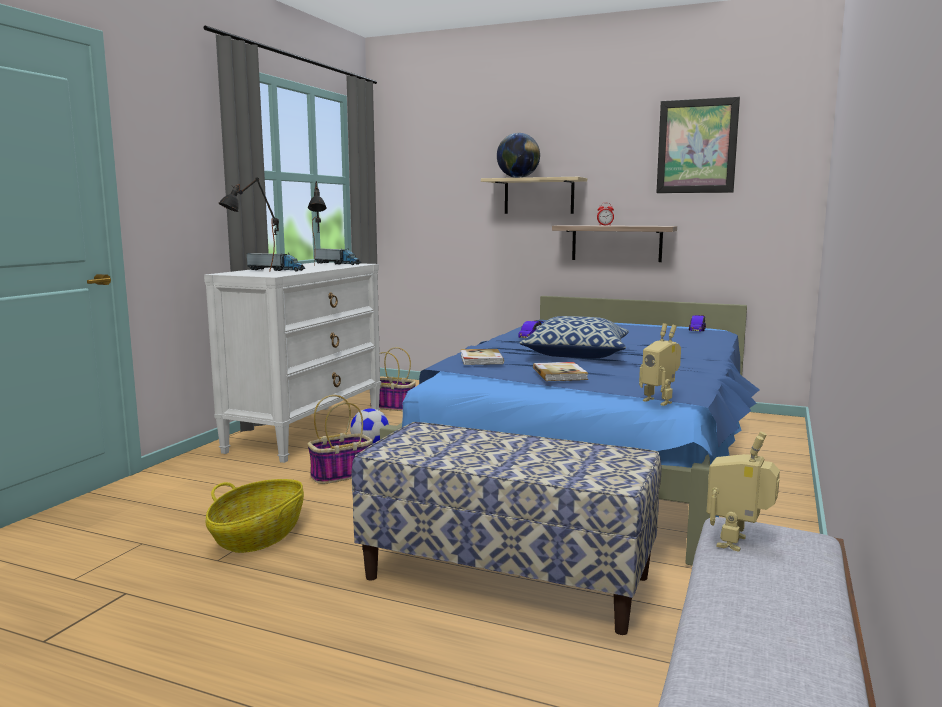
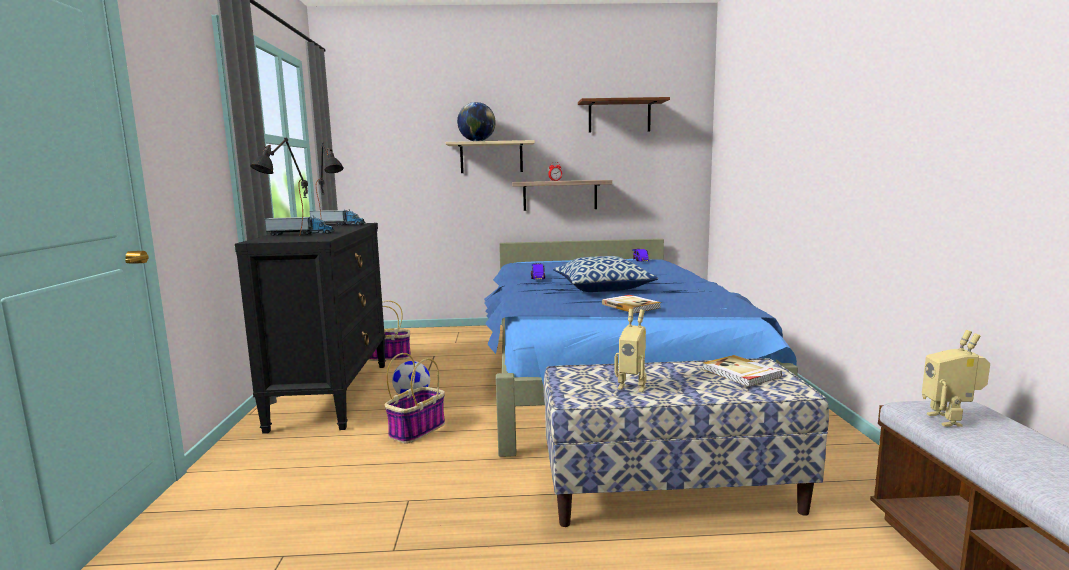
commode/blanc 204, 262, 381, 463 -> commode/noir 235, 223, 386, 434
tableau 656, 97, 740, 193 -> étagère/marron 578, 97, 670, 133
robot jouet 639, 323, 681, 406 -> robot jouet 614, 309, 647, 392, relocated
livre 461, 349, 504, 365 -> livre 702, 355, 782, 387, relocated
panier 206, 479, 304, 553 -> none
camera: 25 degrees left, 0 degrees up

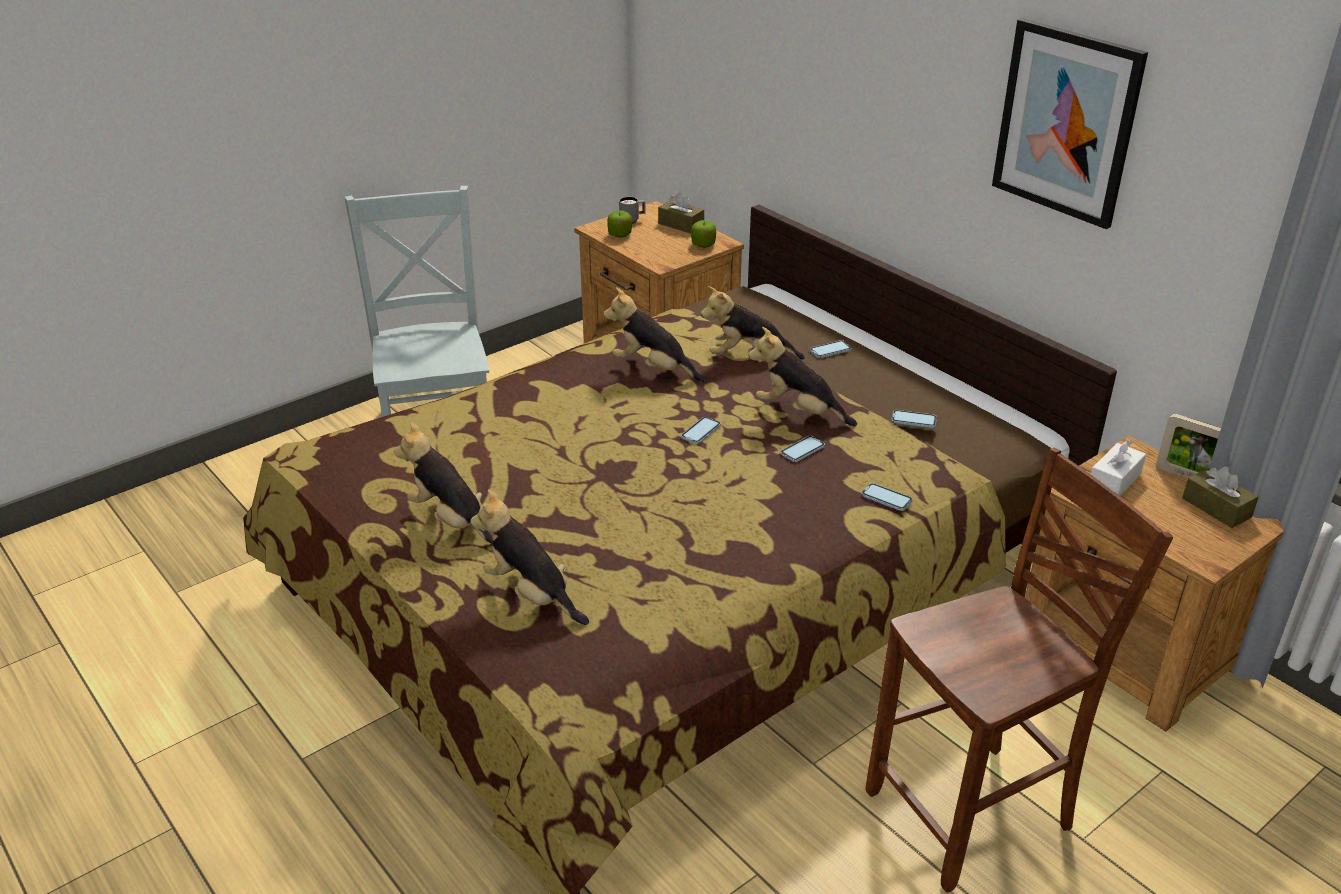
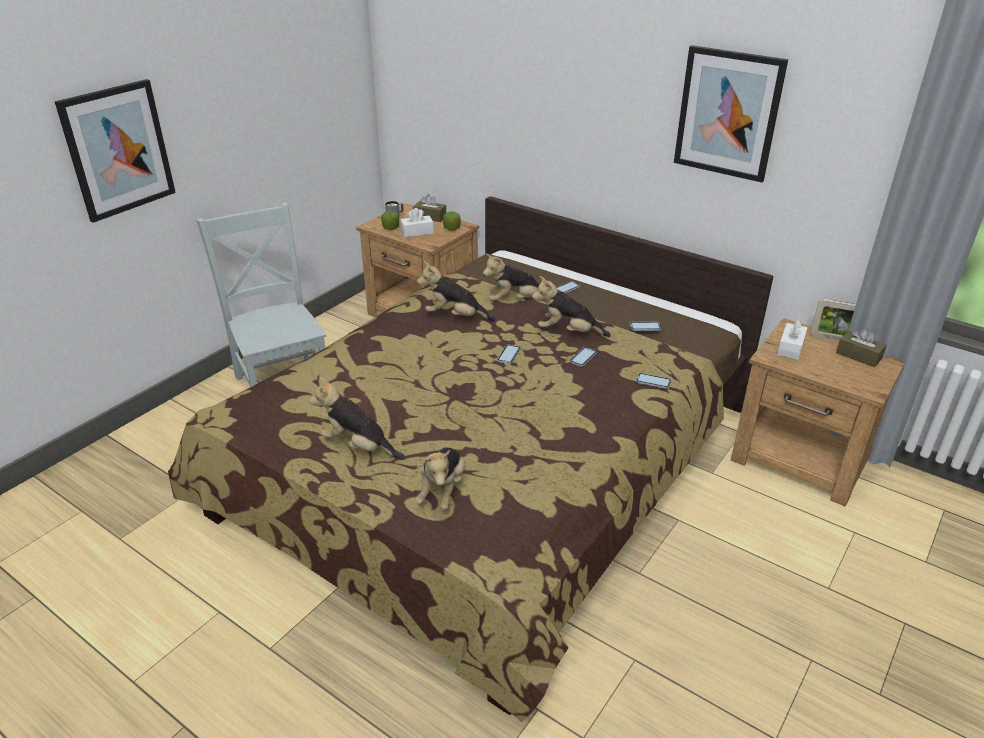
none -> tableau 55, 79, 176, 223
none -> boîte à mouchoirs/blanc 400, 208, 434, 237
peluche 470, 489, 589, 625 -> peluche 416, 447, 465, 510, 105 degrees counterclockwise
chaise/marron 866, 448, 1173, 893 -> none
camera: 15 degrees left, 0 degrees up

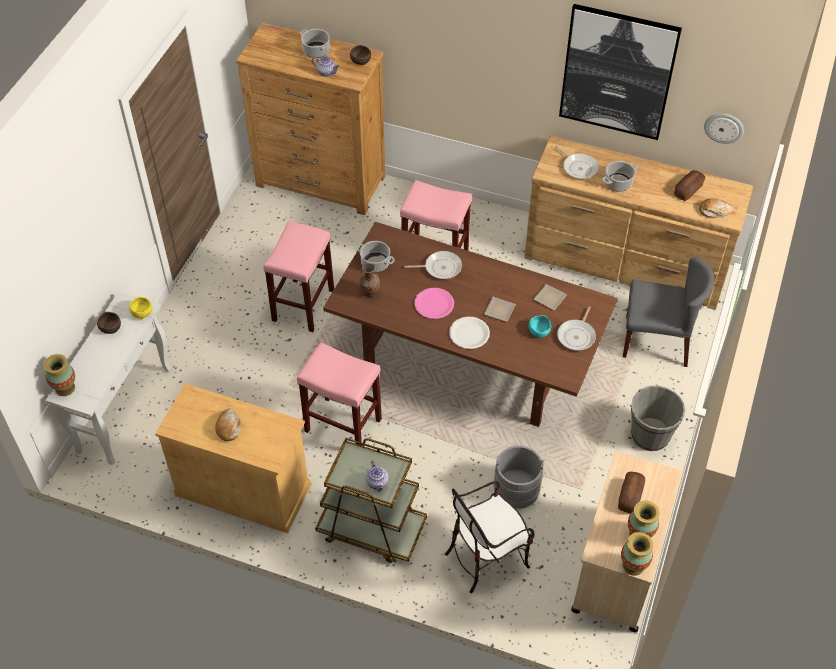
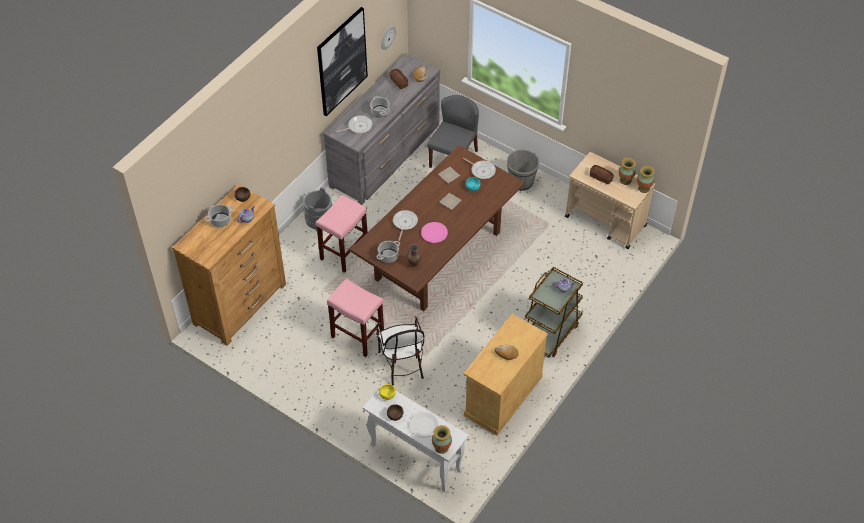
seau/gris 494, 446, 544, 509 -> seau/gris 303, 187, 332, 230, relocated
commode/marron 524, 136, 753, 310 -> commode/gris 323, 53, 440, 205
chaise 445, 481, 535, 593 -> chaise 376, 316, 425, 385, relocated
assiette/blanc 449, 316, 490, 349 -> assiette/blanc 409, 412, 439, 438, relocated
tabouret/rose 297, 342, 382, 446 -> none
camera: 75 degrees left, 0 degrees up

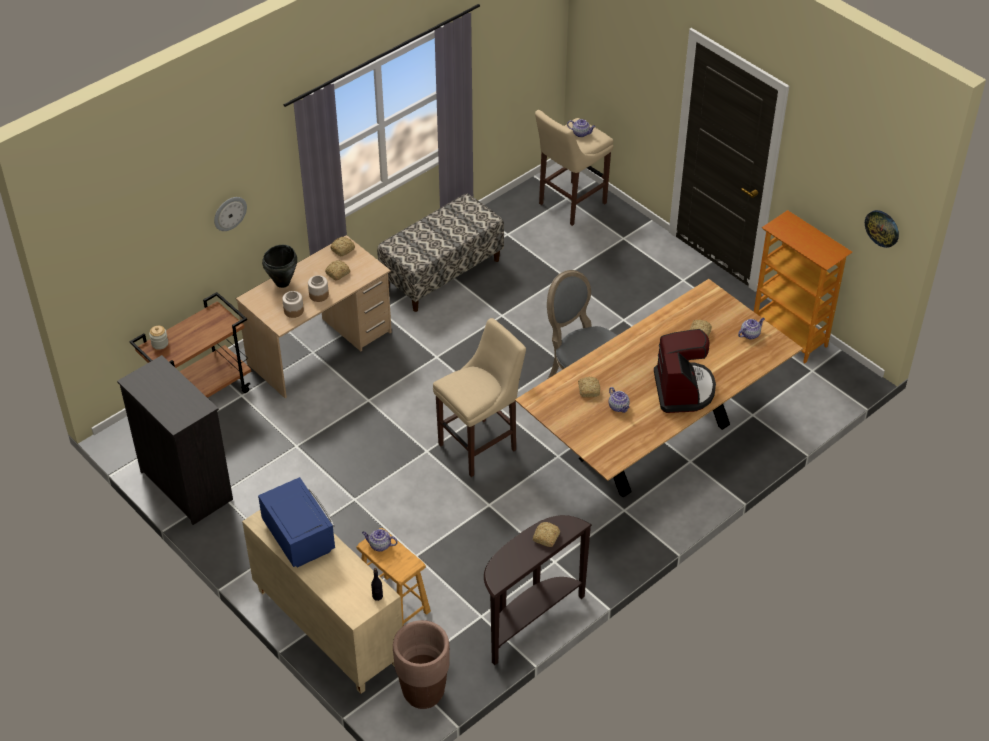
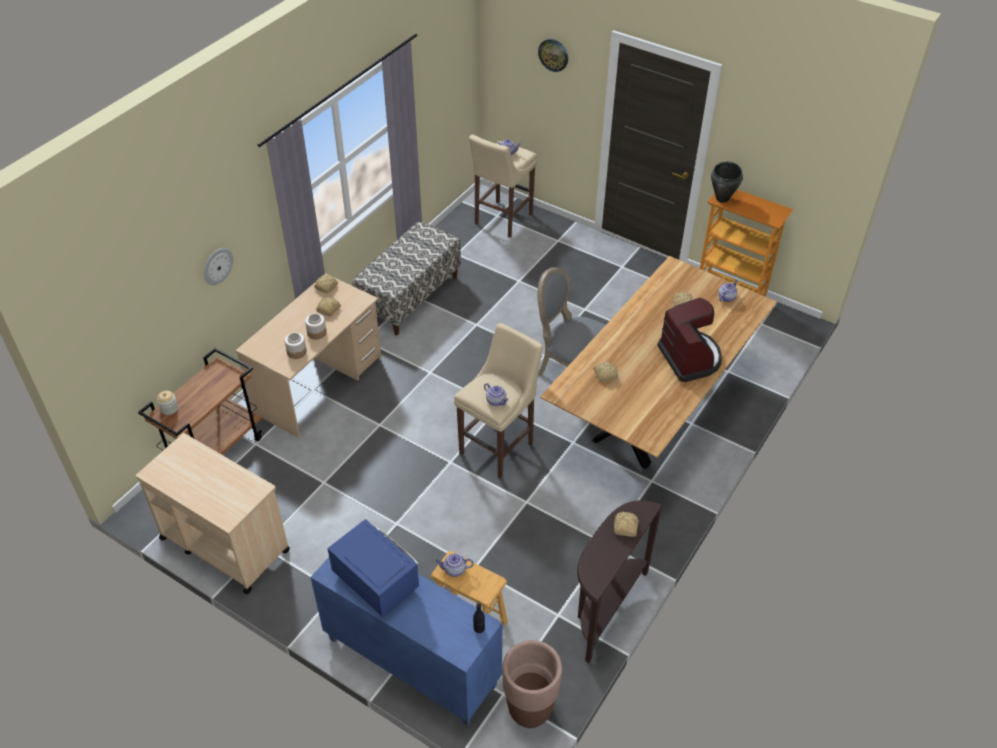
commode/noir 117, 355, 233, 525 -> chariot/beige 136, 433, 290, 594
meuble de rangement/beige 242, 510, 403, 694 -> meuble de rangement/bleu 311, 557, 503, 727
théière 609, 387, 630, 413 -> théière 484, 383, 509, 406, relocated
horloge murale 865, 210, 899, 248 -> horloge murale 538, 39, 568, 72, relocated
marmite/noir 262, 245, 297, 288 -> marmite/noir 711, 162, 743, 203, relocated
camera: 15 degrees left, 0 degrees up

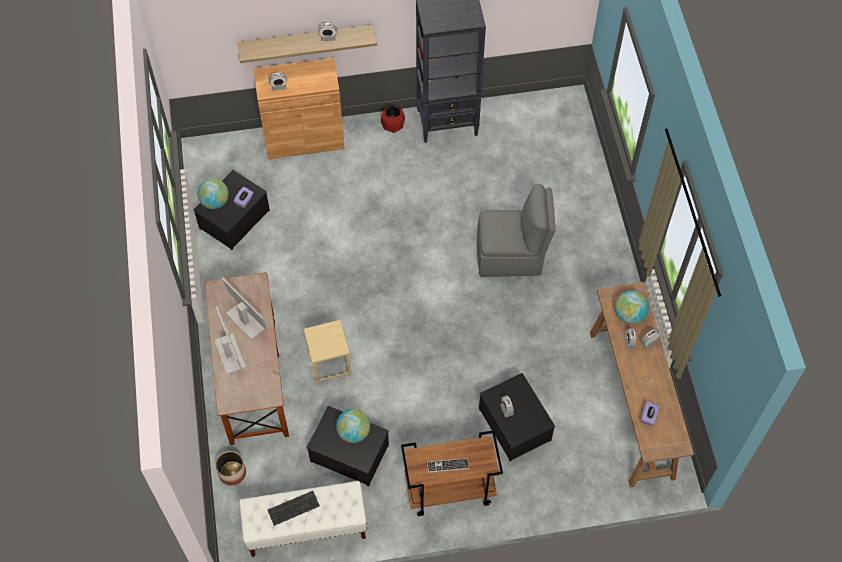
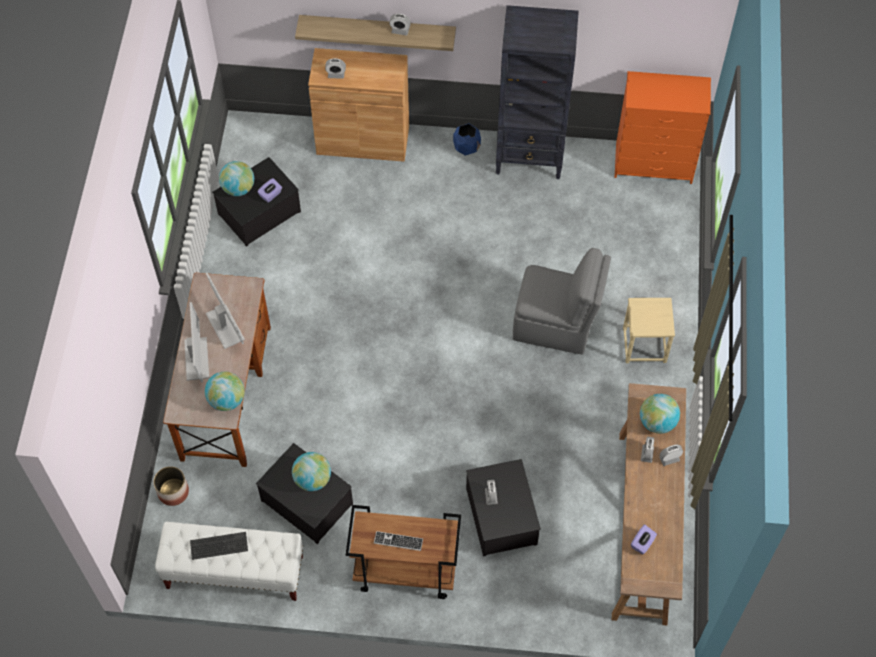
none -> globe 205, 372, 245, 411
cache-pot/rouge 381, 105, 405, 133 -> cache-pot/bleu 453, 123, 481, 156
none -> commode/orange 614, 71, 711, 184
tabouret/beige 303, 320, 351, 384 -> tabouret/beige 623, 298, 675, 363, relocated
camera: 15 degrees right, 0 degrees up

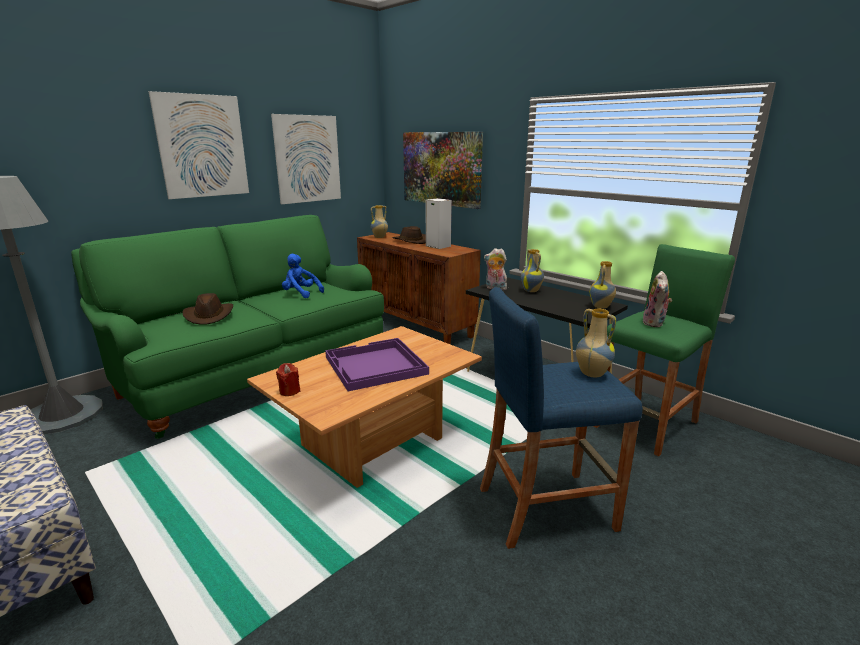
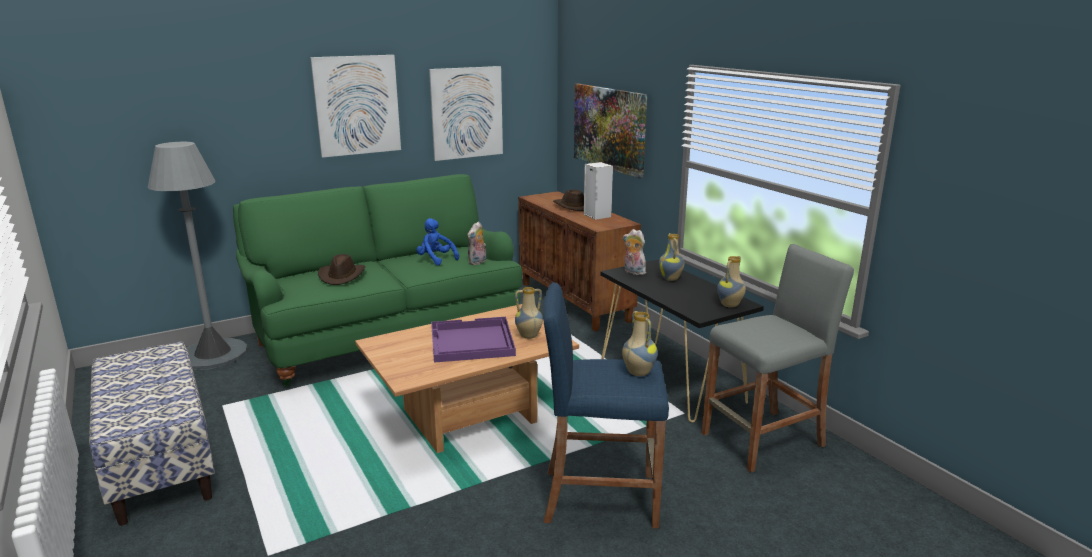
peluche 642, 271, 672, 327 -> peluche 467, 222, 486, 265, relocated
vase 371, 205, 388, 238 -> vase 515, 287, 543, 339, relocated
tabouret/vert 594, 244, 735, 457 -> tabouret/gris 702, 244, 854, 473
bougie/rouge 276, 363, 300, 396 -> none
camera: 15 degrees right, 0 degrees up

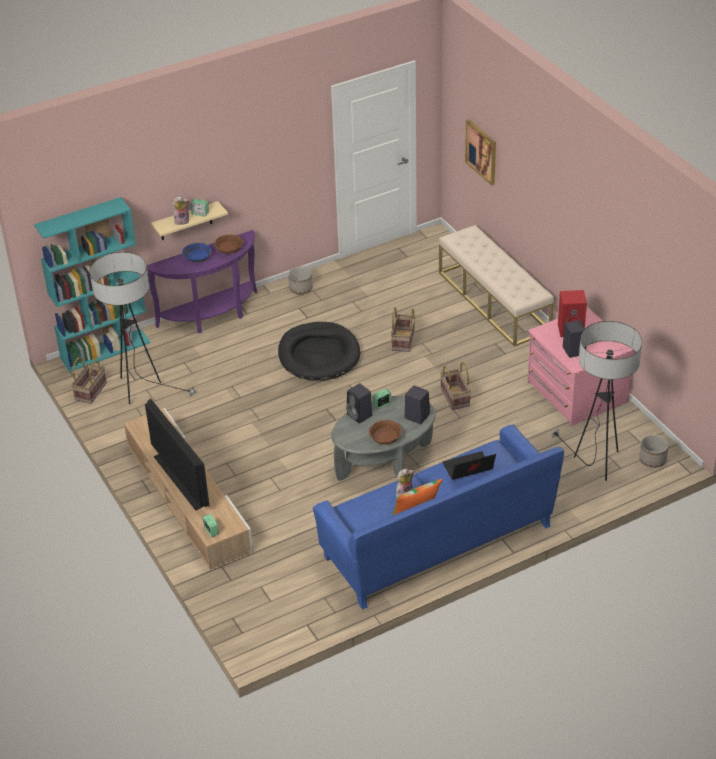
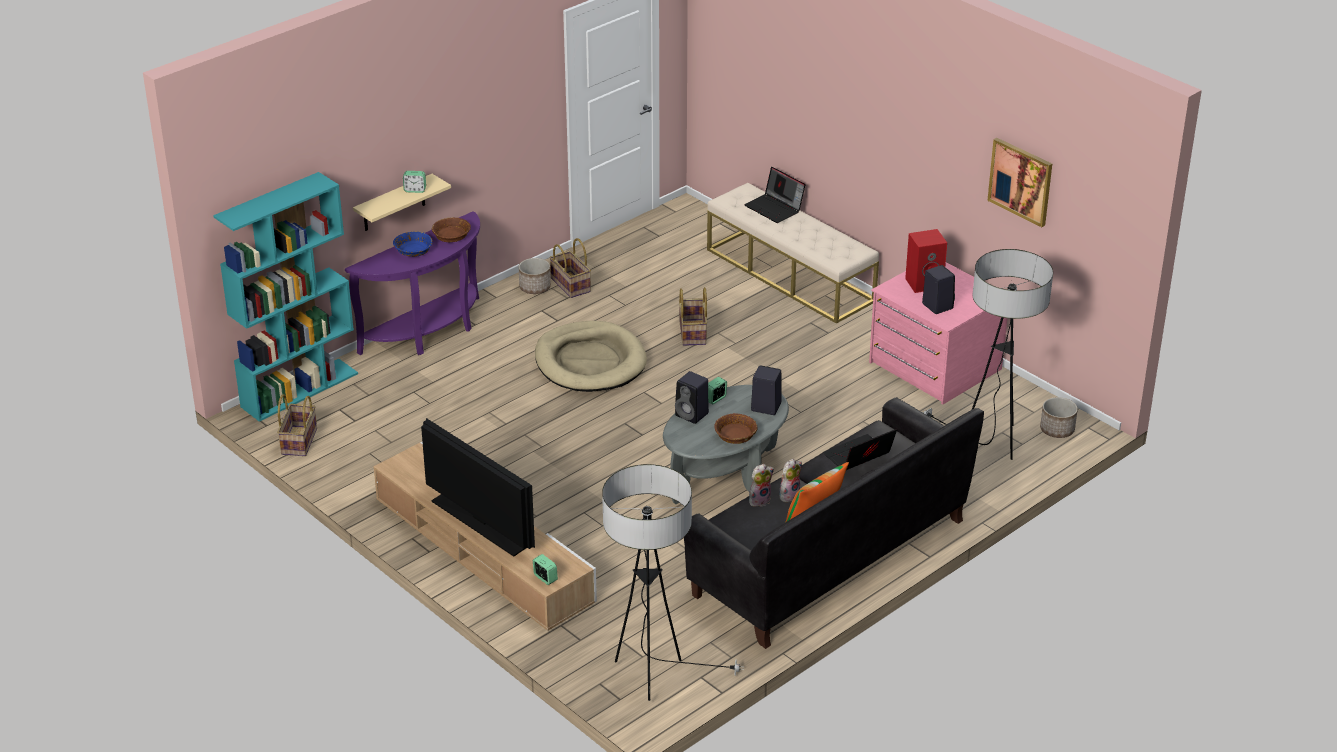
panier pour chien/noir 278, 322, 360, 380 -> panier pour chien/beige 535, 321, 647, 392
panier 440, 362, 471, 410 -> panier 549, 238, 591, 298, relocated
lampadaire 90, 252, 196, 404 -> lampadaire 602, 464, 744, 701, relocated
canapé/bleu 313, 424, 564, 610 -> canapé/noir 684, 397, 984, 649
none -> ordinateur portable 744, 167, 806, 223
peluche 173, 196, 190, 225 -> peluche 749, 464, 774, 507, relocated
tableau 465, 120, 496, 185 -> tableau 987, 138, 1052, 227, relocated
camera: 15 degrees left, 5 degrees down

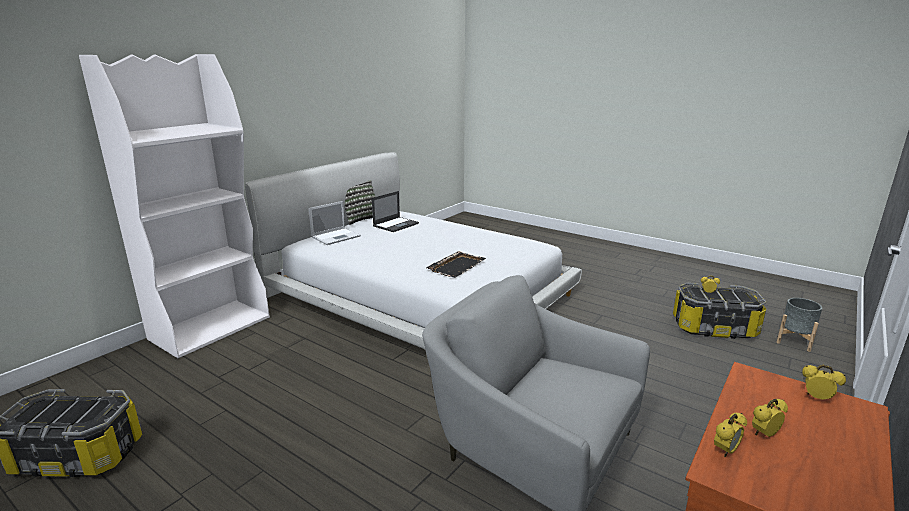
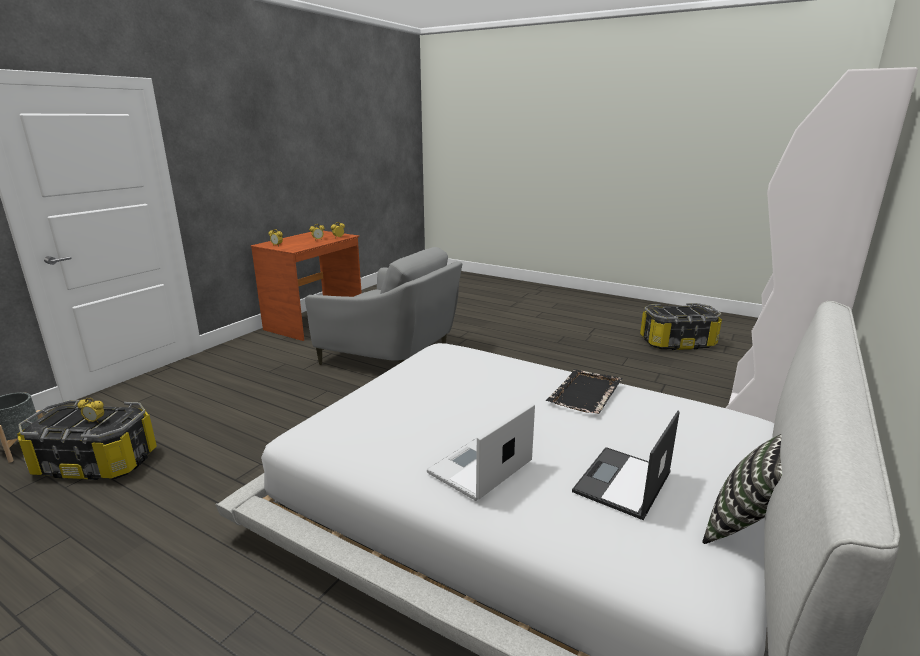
ordinateur portable 309, 201, 361, 245 -> ordinateur portable 427, 403, 535, 501, relocated
plateau/noir 426, 251, 486, 278 -> plateau/noir 546, 369, 623, 414, relocated
camera: 175 degrees right, 0 degrees up

